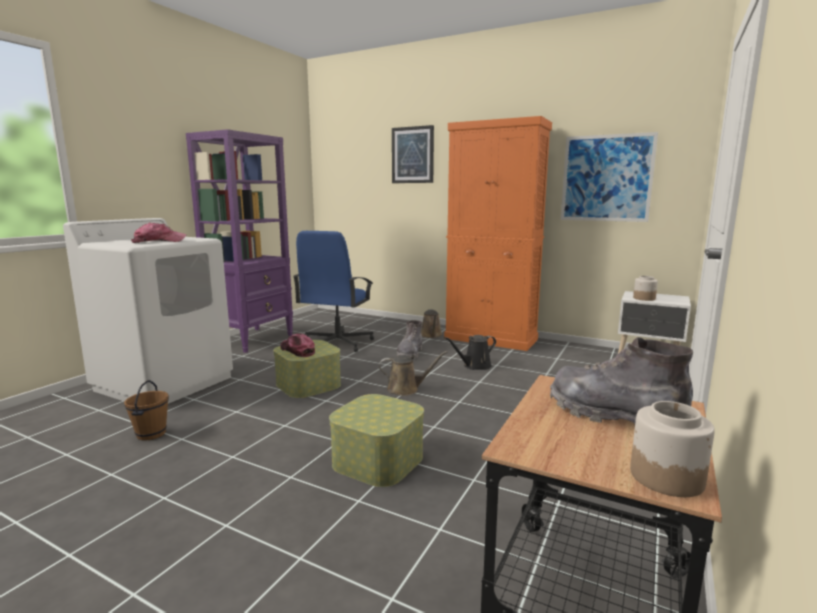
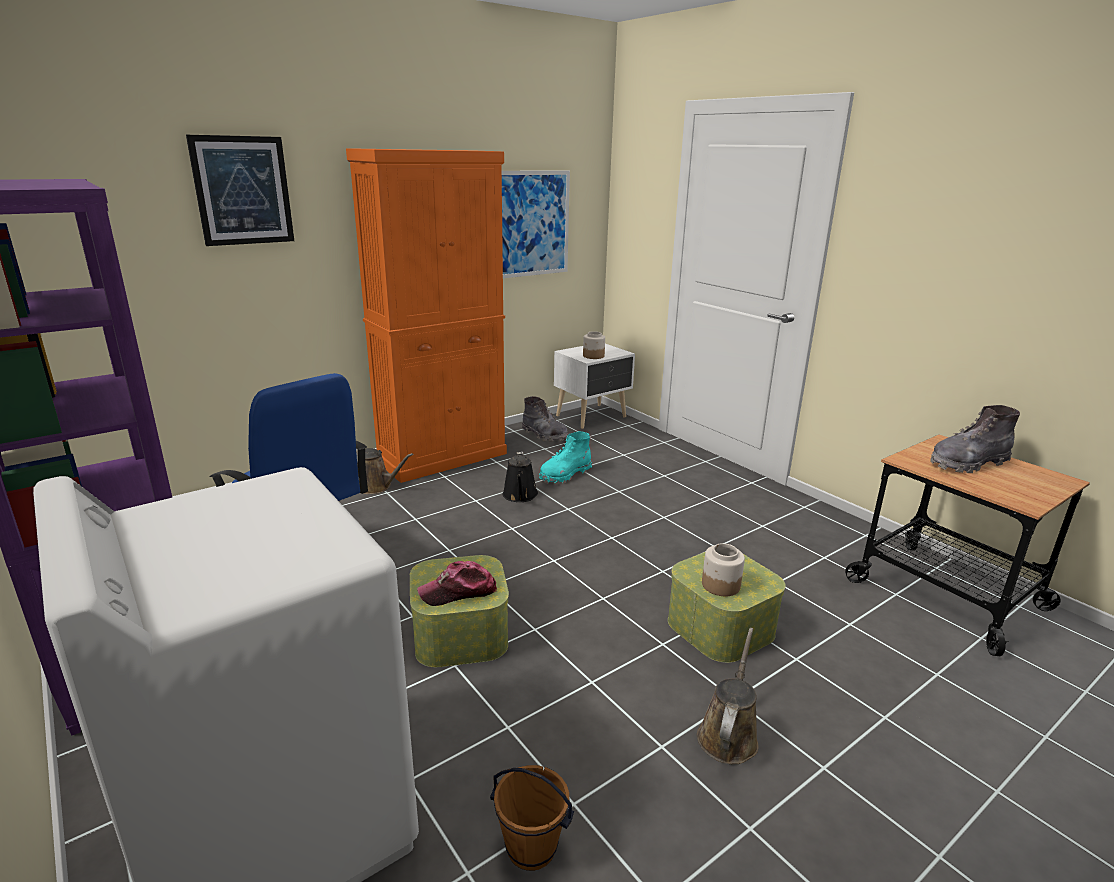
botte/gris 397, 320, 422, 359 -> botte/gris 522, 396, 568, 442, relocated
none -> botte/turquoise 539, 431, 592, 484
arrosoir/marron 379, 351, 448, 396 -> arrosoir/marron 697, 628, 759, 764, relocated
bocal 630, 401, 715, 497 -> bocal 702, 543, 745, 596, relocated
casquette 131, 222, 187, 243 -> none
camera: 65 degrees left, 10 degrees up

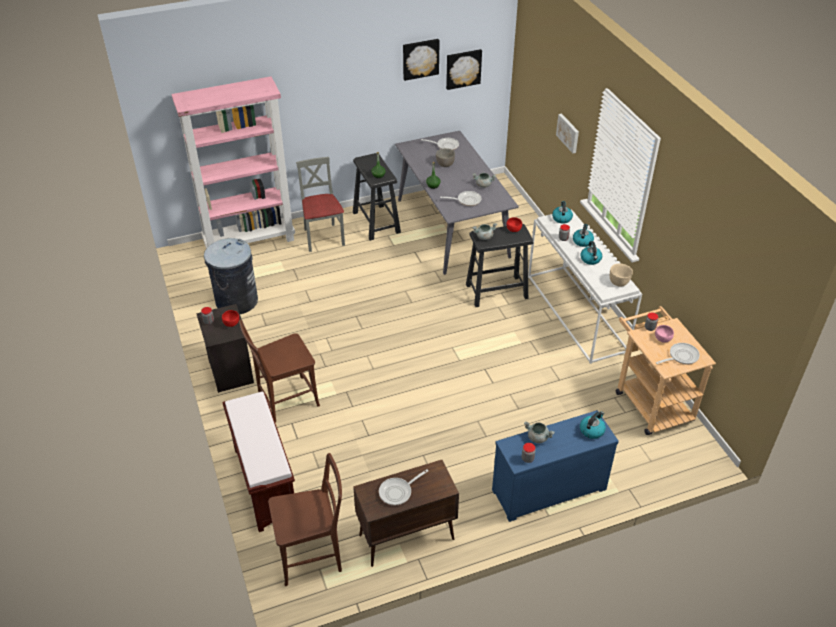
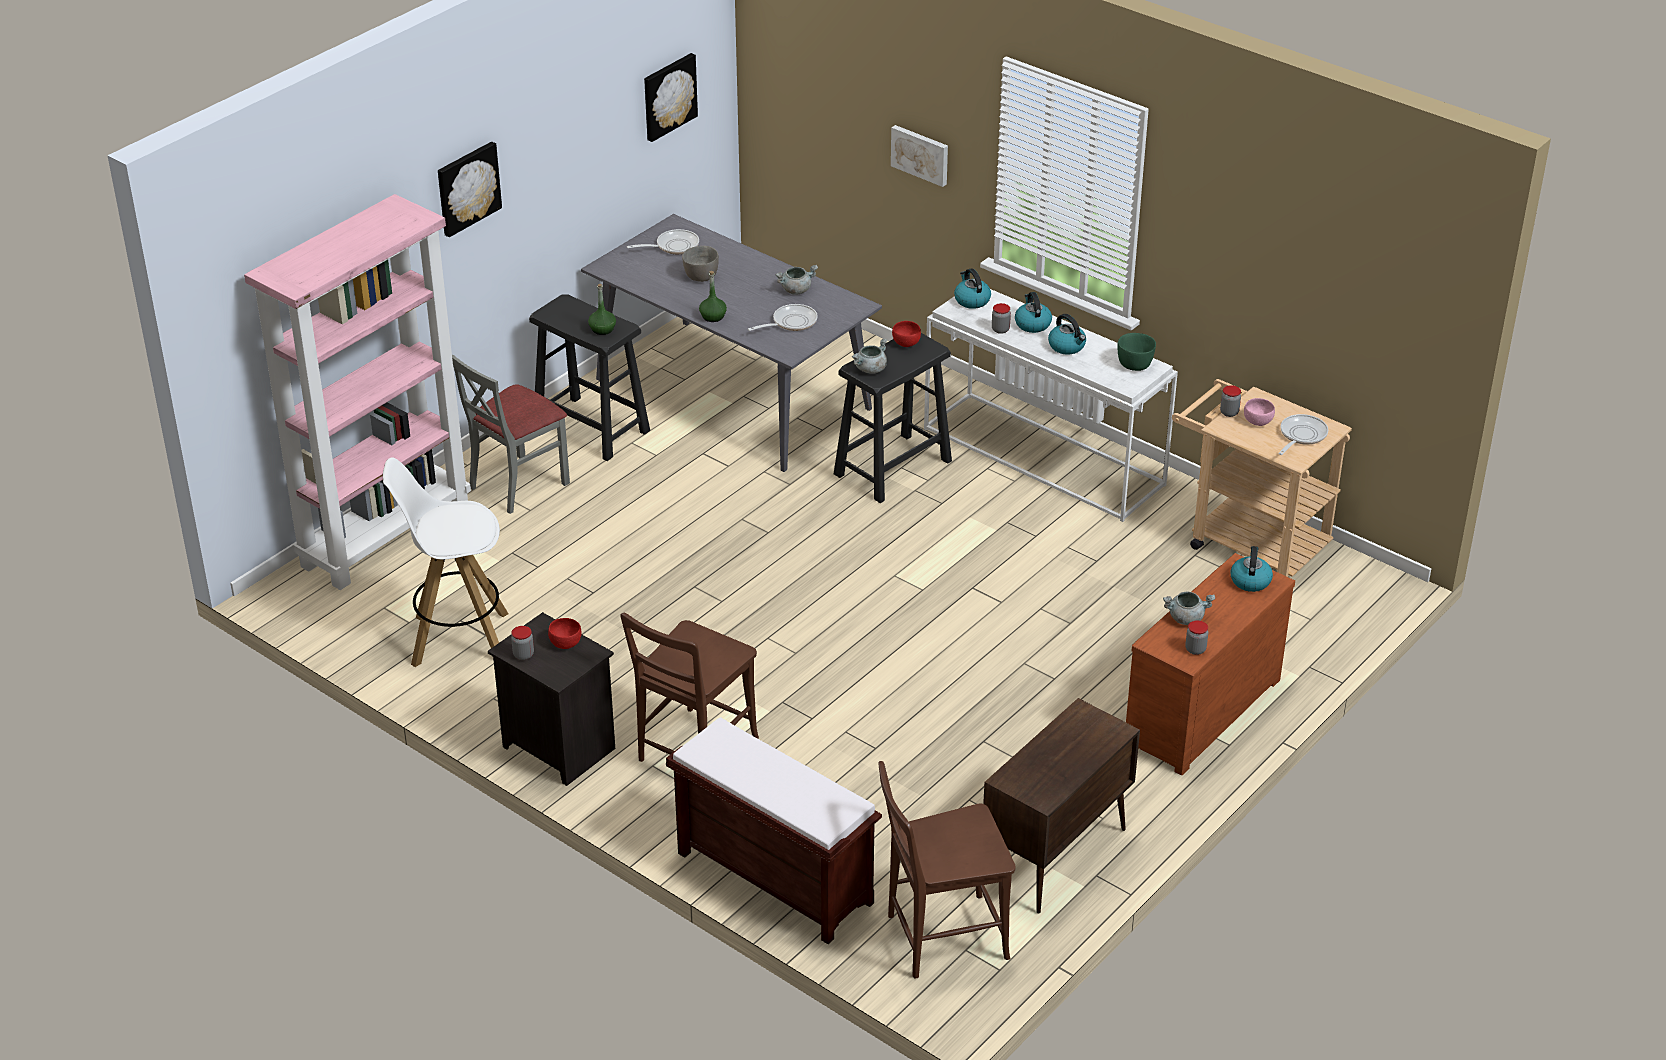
poubelle/gris 204, 238, 258, 314 -> tabouret/blanc 383, 458, 508, 667
tableau 403, 39, 440, 81 -> tableau 438, 142, 502, 237, relocated
chaise/gris 296, 157, 345, 252 -> chaise/gris 452, 355, 570, 514, 90 degrees counterclockwise
chaise/marron 268, 453, 342, 586 -> chaise/marron 879, 761, 1016, 979, 150 degrees counterclockwise
bol/beige 610, 263, 633, 287 -> bol/vert 1118, 333, 1156, 371
commode/bleu 492, 410, 619, 522 -> commode/marron 1126, 553, 1295, 775
poêle 379, 469, 428, 505 -> none
camera: 30 degrees left, 5 degrees down

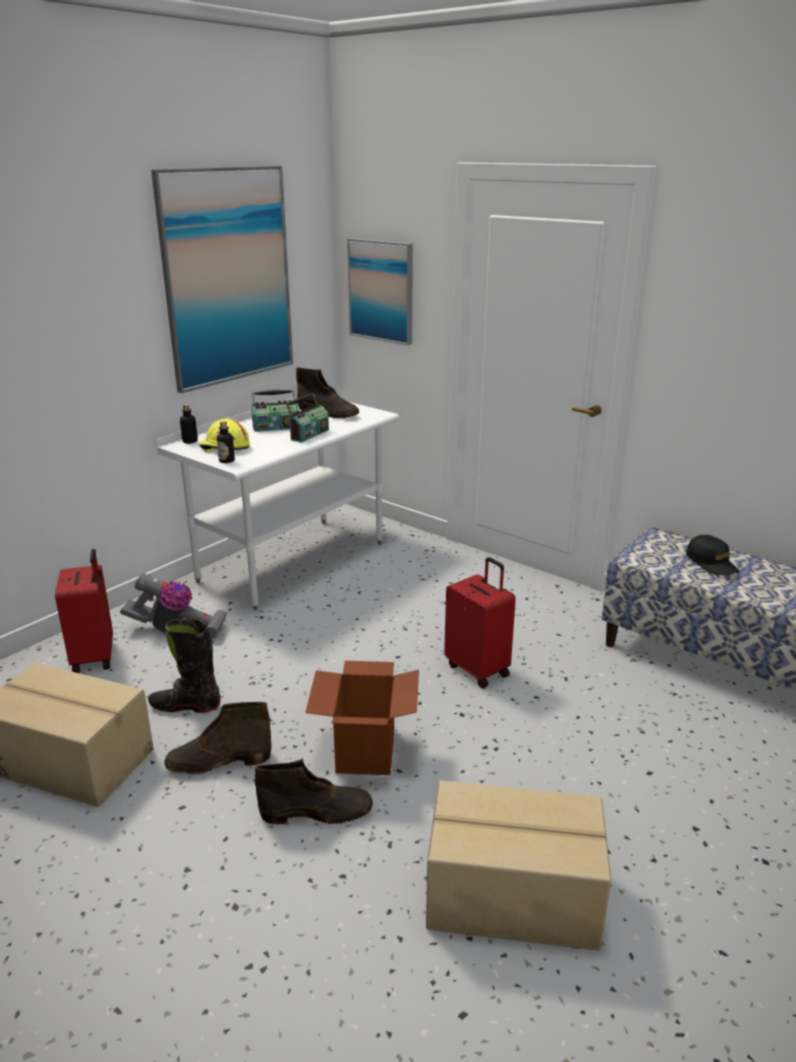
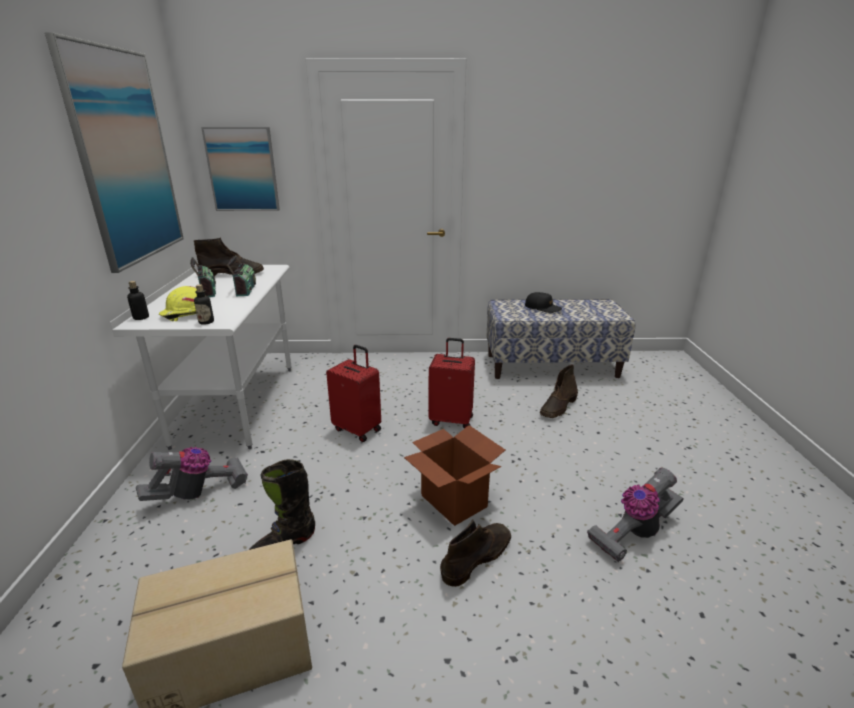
radio 251, 390, 299, 432 -> radio 190, 257, 216, 297, 60 degrees counterclockwise
valise/rouge 55, 549, 113, 673 -> valise/rouge 326, 345, 381, 442, relocated
botte/marron 165, 702, 272, 775 -> botte/marron 540, 364, 578, 418, relocated
carton 426, 780, 611, 951 -> aspirateur 587, 468, 684, 562
camera: 40 degrees left, 0 degrees up

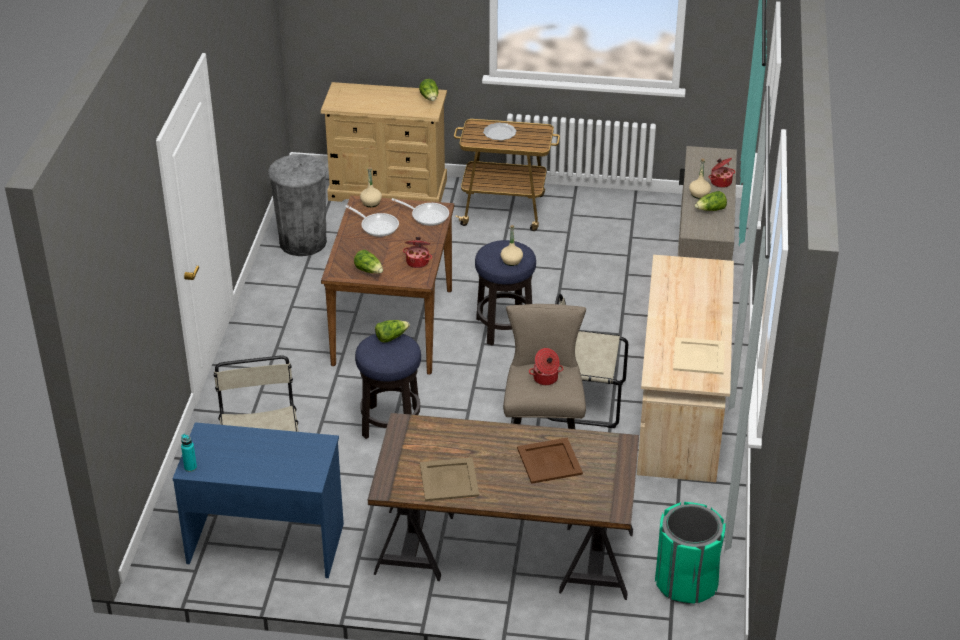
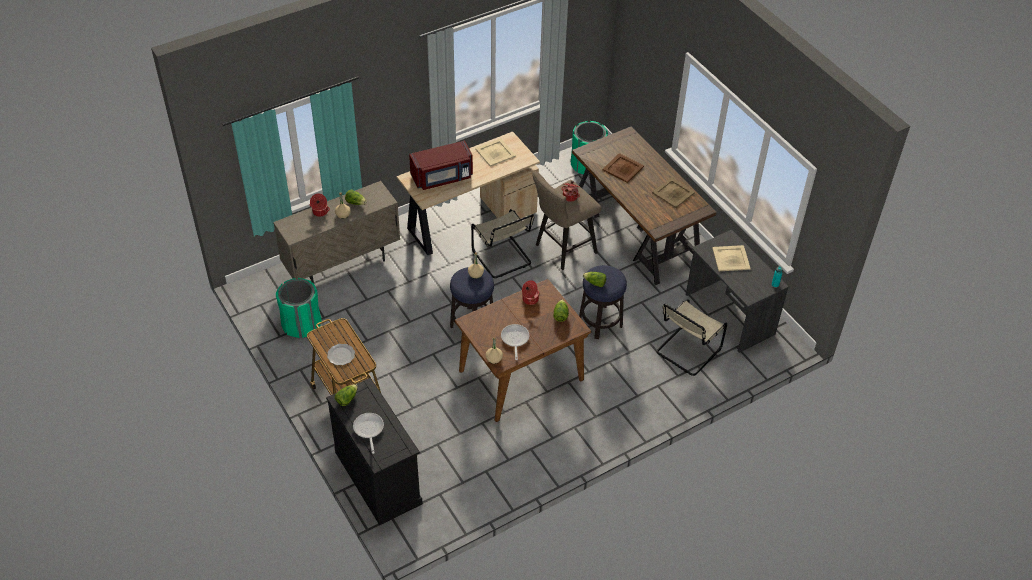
none -> poubelle/vert 276, 278, 322, 338
commode/beige 321, 82, 447, 202 -> commode/noir 326, 378, 423, 525
poêle 391, 198, 449, 226 -> poêle 353, 413, 384, 454, relocated
none -> micro-ondes/rouge 409, 140, 473, 190
bureau/bleu 173, 422, 344, 578 -> bureau/gris 686, 230, 789, 353
none -> plateau/beige 712, 245, 751, 271
poubelle/gris 268, 154, 327, 256 -> none
camera: 130 degrees left, 10 degrees up

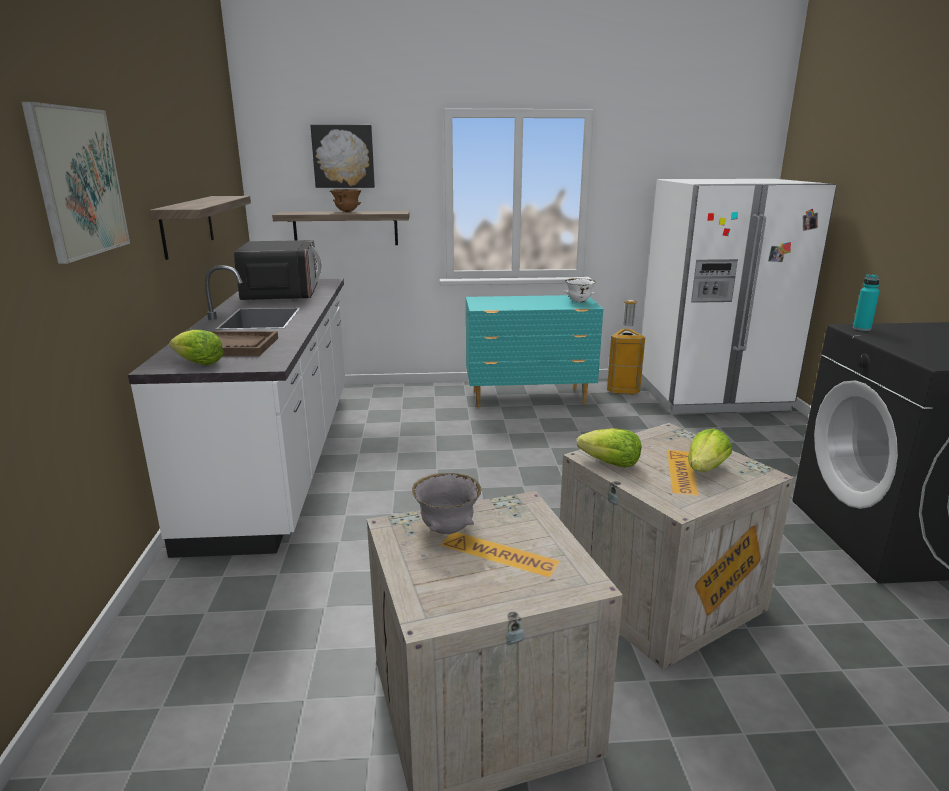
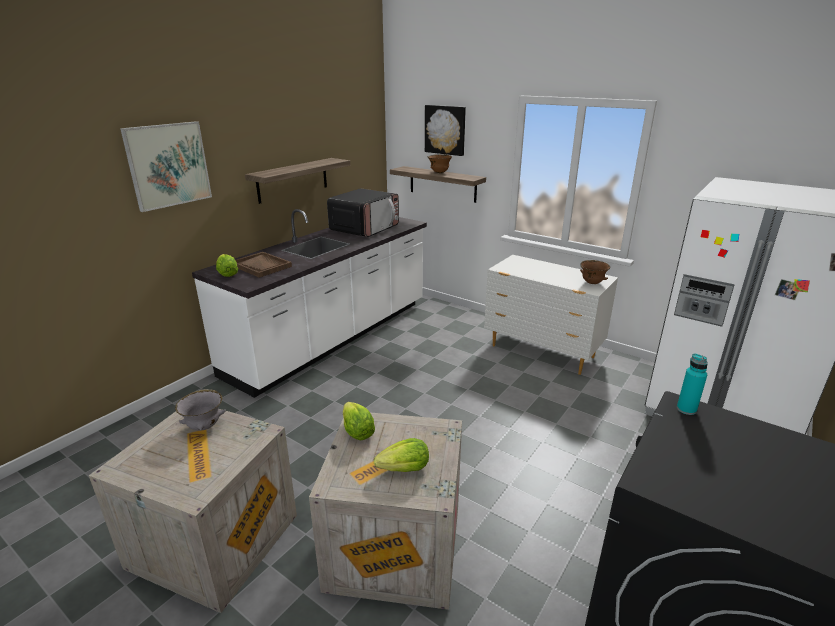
commode/turquoise 466, 295, 603, 408 -> commode/blanc 484, 255, 618, 375
bol/blanc 564, 278, 596, 302 -> bol/marron 580, 260, 610, 284
poubelle 607, 300, 645, 395 -> none
camera: 40 degrees right, 5 degrees up

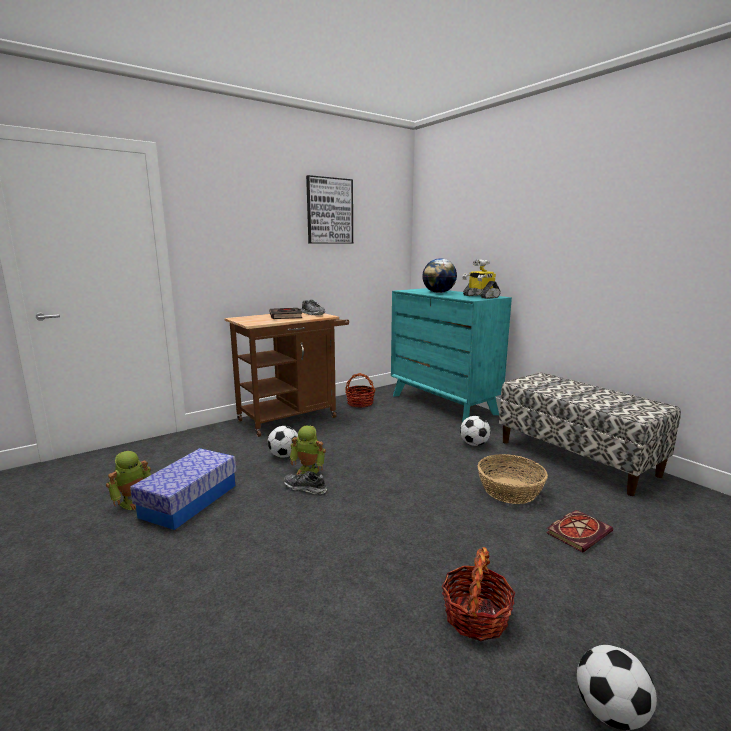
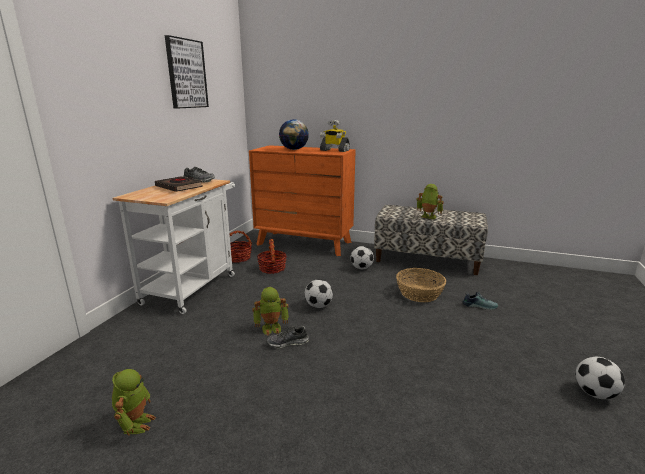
chariot/marron 224, 313, 349, 437 -> chariot/blanc 113, 179, 235, 314
commode/turquoise 391, 288, 512, 422 -> commode/orange 249, 145, 356, 256
panier 442, 547, 515, 641 -> panier 257, 239, 287, 274, relocated
ballon de foot 268, 426, 298, 458 -> ballon de foot 305, 279, 333, 308, relocated
none -> robot jouet 416, 184, 444, 219
livre 546, 510, 613, 552 -> chaussure 463, 292, 498, 310
boîte de rangement 130, 448, 236, 530 -> none
camera: 35 degrees left, 5 degrees up

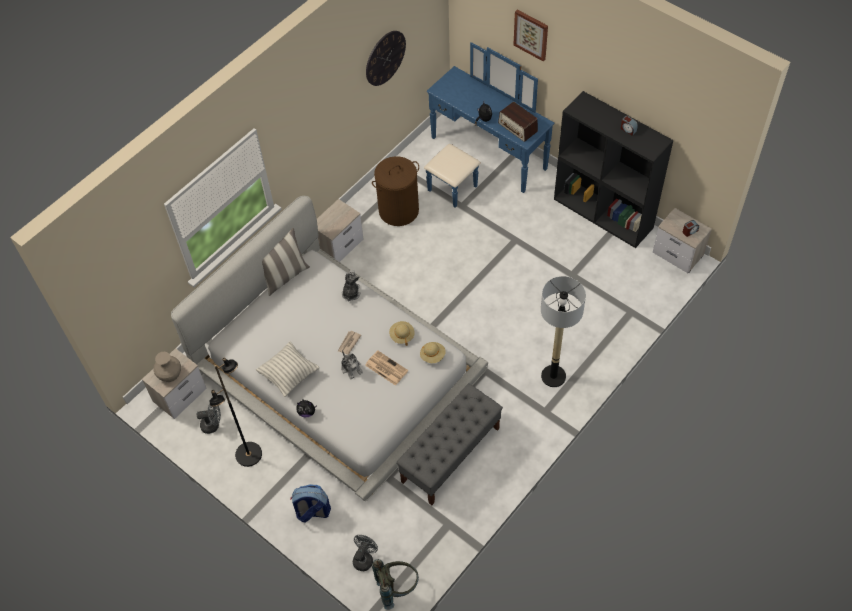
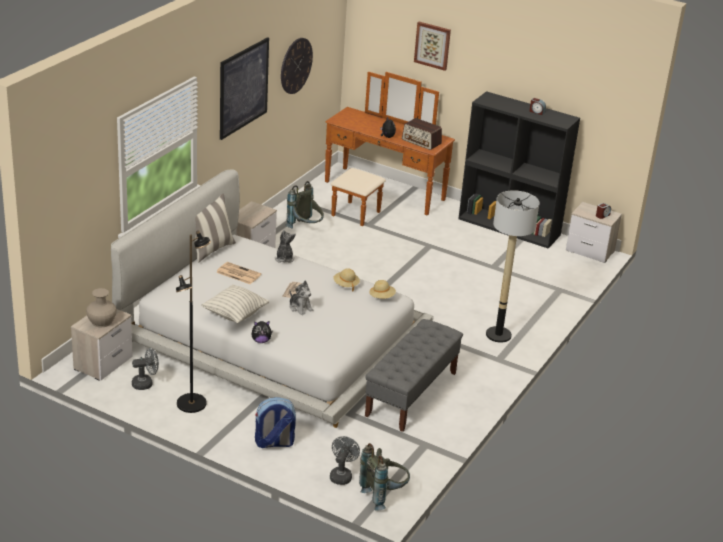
journal 365, 350, 408, 386 -> journal 216, 262, 261, 284, relocated
none -> tableau 220, 37, 269, 140
panier à linge/marron 372, 156, 419, 226 -> sac à dos/gris 285, 181, 324, 229
commode/bleu 424, 42, 554, 208 -> commode/marron 325, 72, 455, 226
camera: 15 degrees left, 25 degrees down

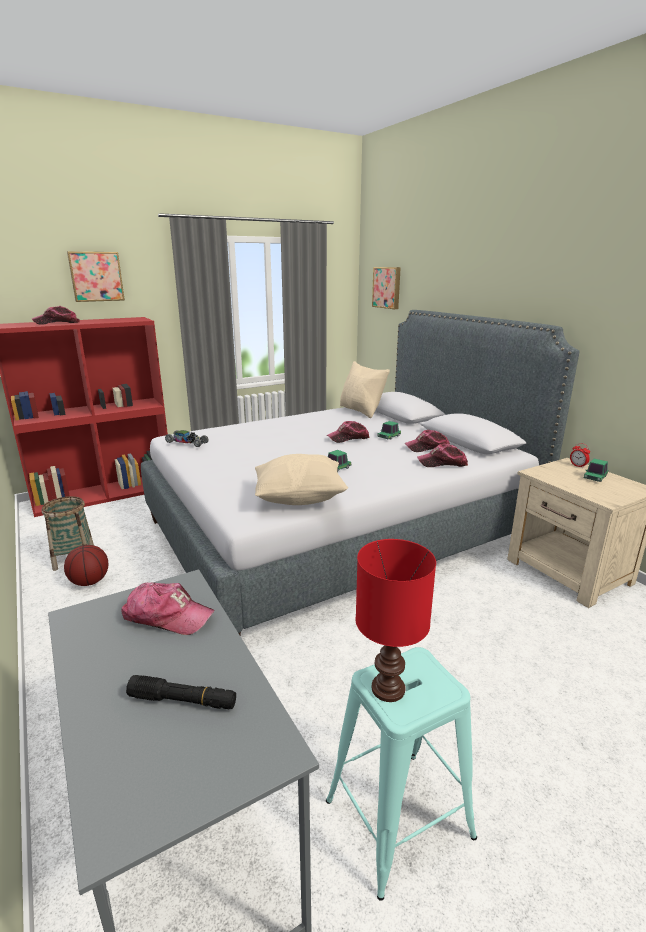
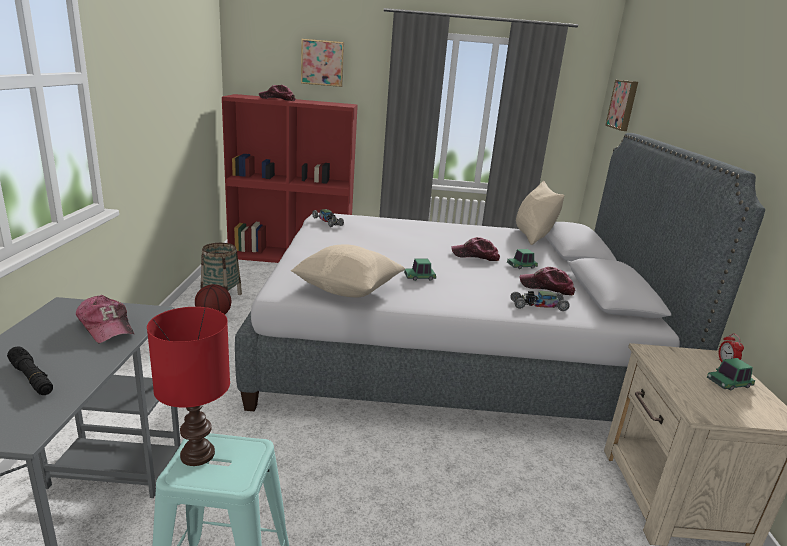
casquette 417, 444, 468, 467 -> petite voiture 510, 291, 570, 311
camera: 30 degrees right, 0 degrees up

